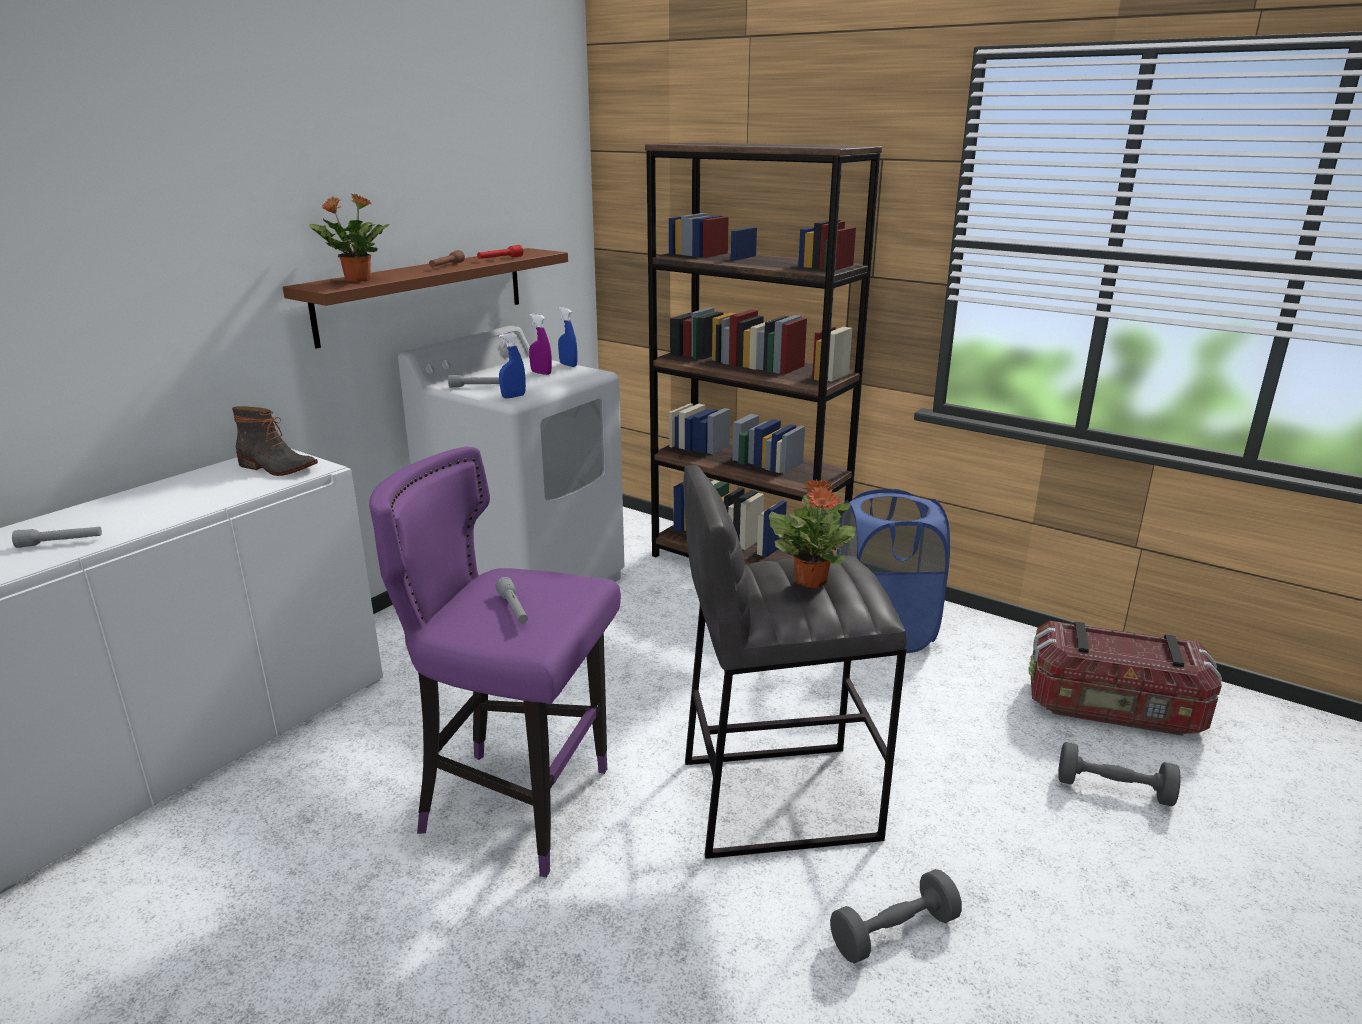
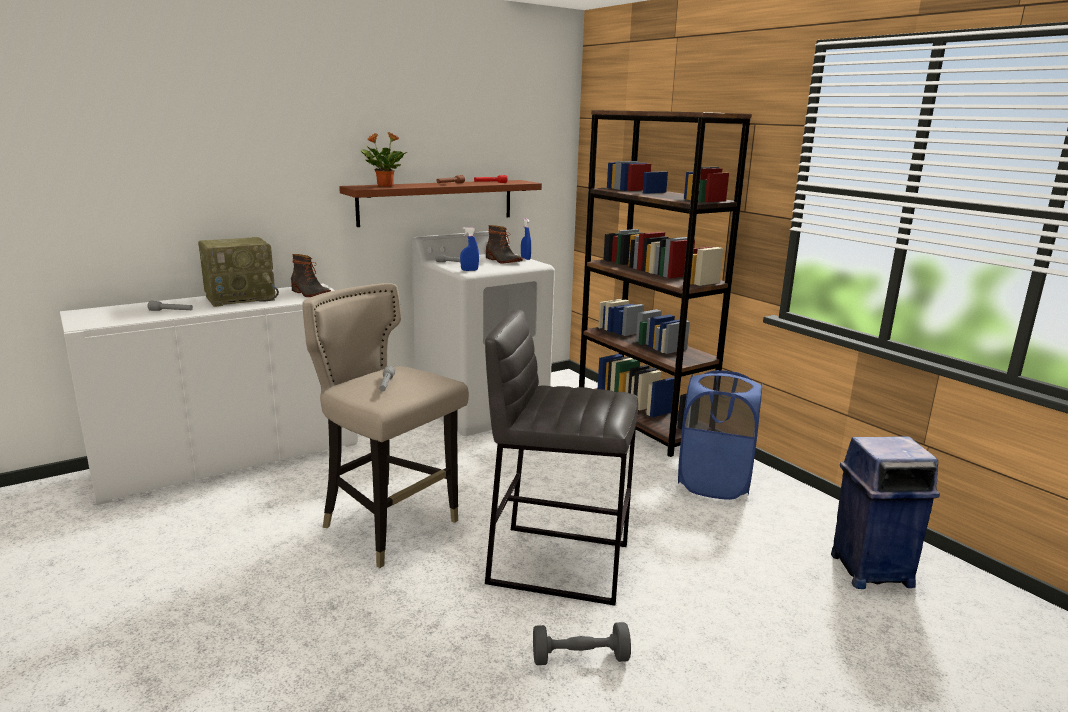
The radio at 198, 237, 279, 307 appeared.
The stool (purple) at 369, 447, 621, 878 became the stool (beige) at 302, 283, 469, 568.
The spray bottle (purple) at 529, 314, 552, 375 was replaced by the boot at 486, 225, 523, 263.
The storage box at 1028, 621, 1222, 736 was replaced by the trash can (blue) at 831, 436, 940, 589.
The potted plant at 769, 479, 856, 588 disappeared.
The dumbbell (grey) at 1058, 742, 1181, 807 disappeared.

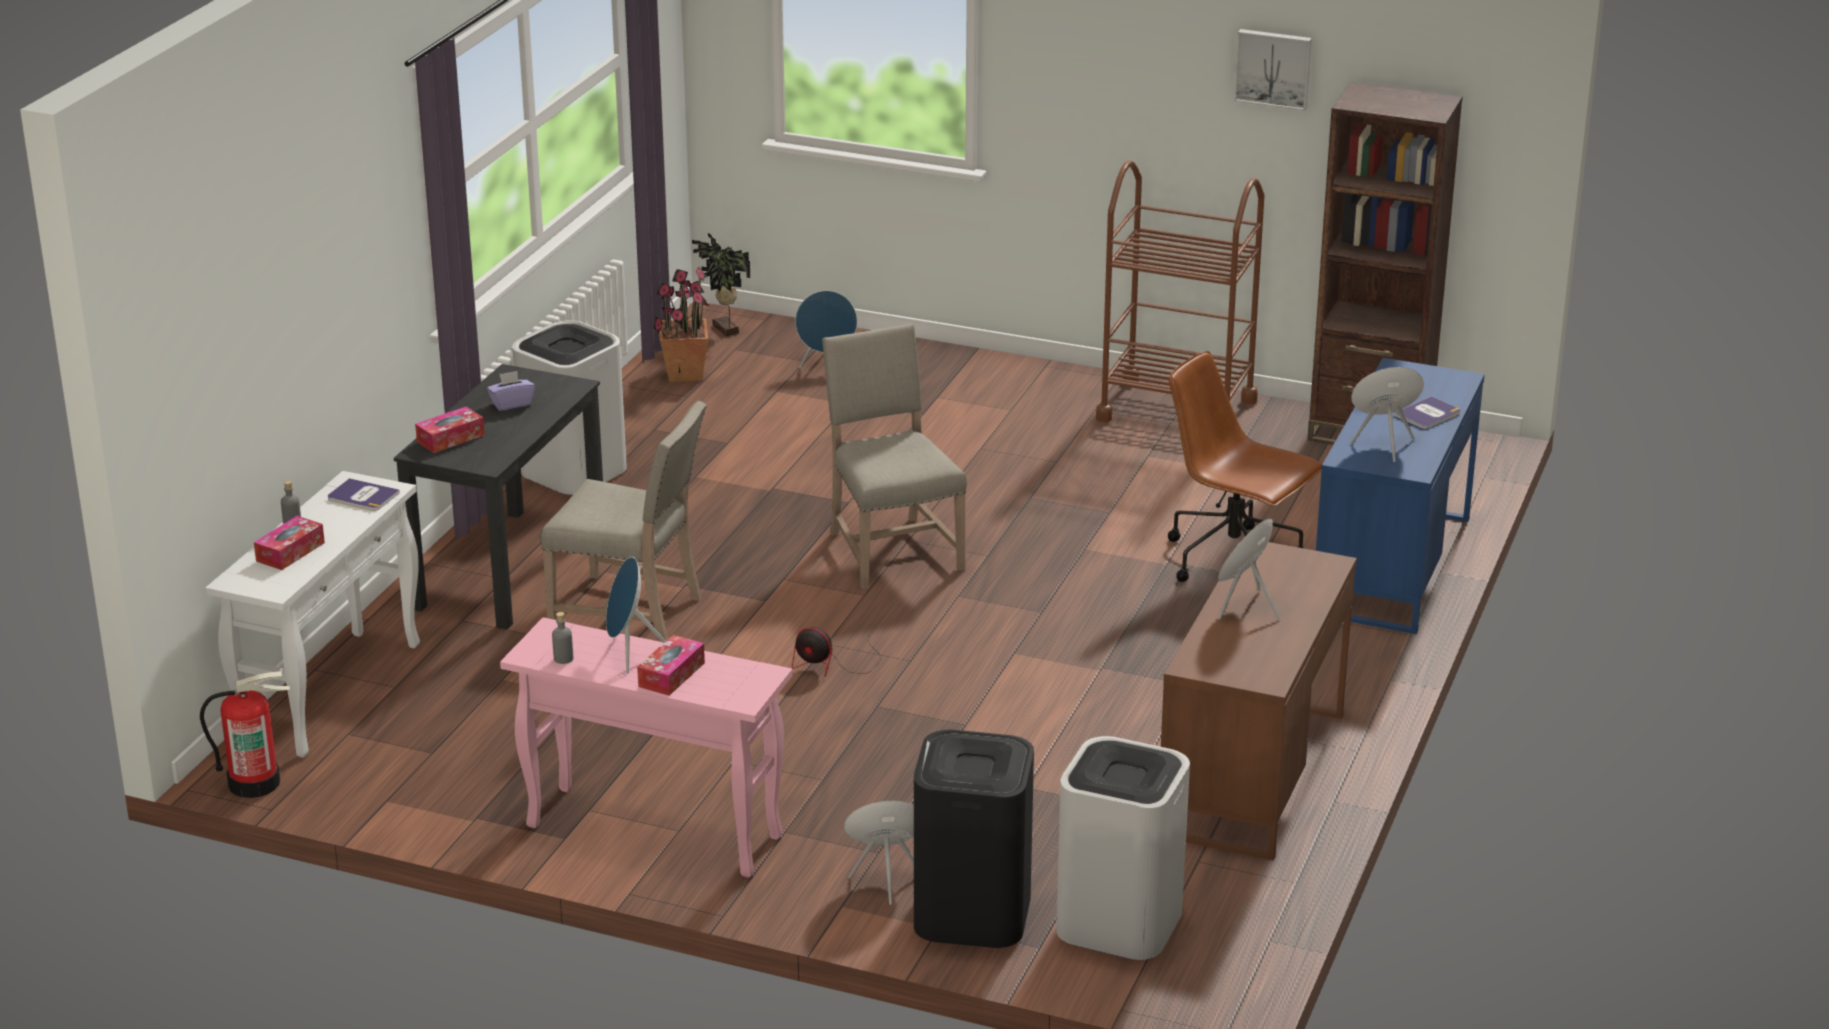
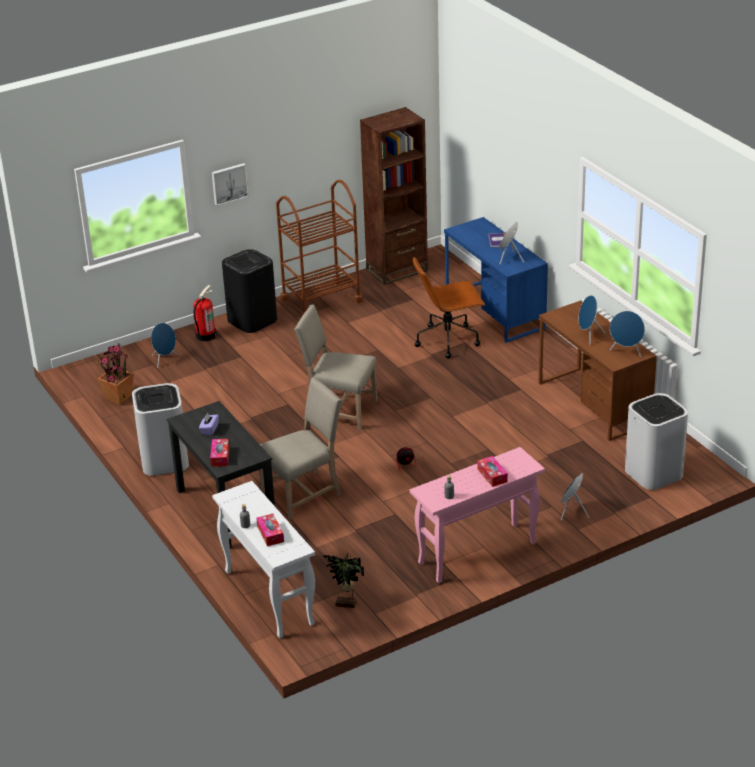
The fire extinguisher moved from 200, 671, 290, 798 to 193, 285, 216, 341.
The picture moved from 1234, 29, 1312, 111 to 212, 163, 249, 206.
The trash can (black) moved from 914, 729, 1034, 948 to 222, 249, 277, 333.
The potted plant moved from 692, 233, 750, 336 to 323, 554, 364, 608.
The speaker (blue) moved from 606, 557, 665, 674 to 610, 311, 645, 357.
The book at 328, 478, 400, 511 disappeared.

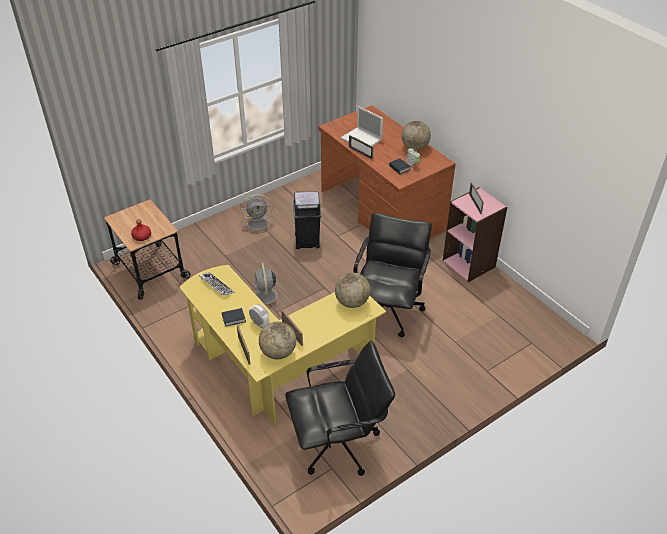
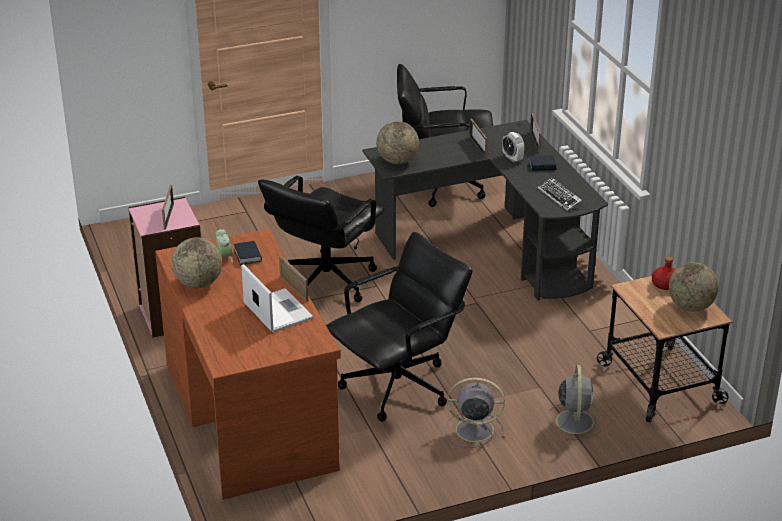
The trash can (blue) at 293, 191, 322, 249 was replaced by the office chair (black) at 326, 232, 472, 422.
The desk (yellow) at 179, 265, 386, 423 became the desk (black) at 362, 120, 608, 301.
The fan (grey) moved from 251, 262, 284, 308 to 547, 365, 602, 440.
The globe moved from 259, 322, 296, 359 to 669, 262, 719, 312.

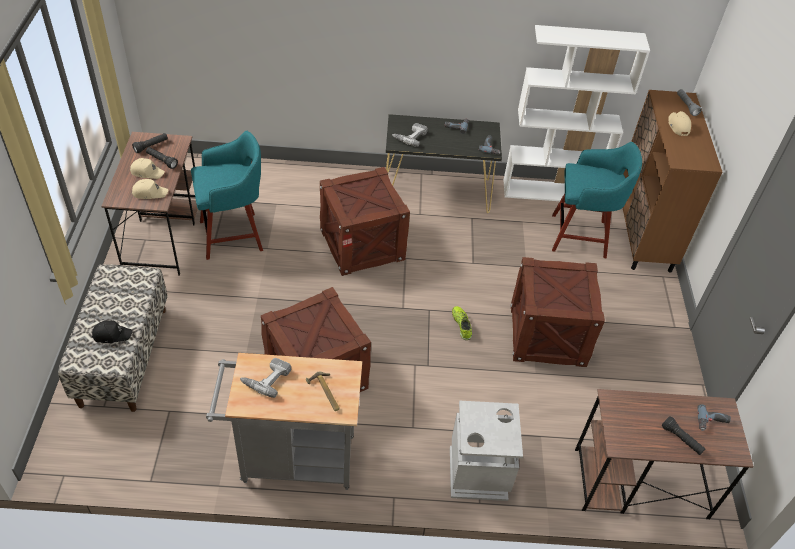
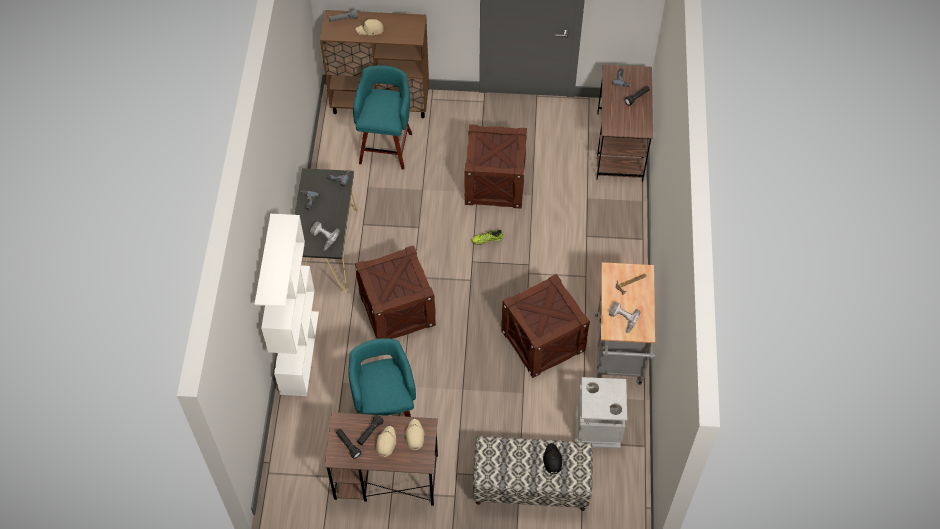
The bookcase (white) moved from 504, 25, 650, 201 to 255, 214, 319, 396.
The trash can (grey) moved from 450, 401, 523, 501 to 577, 377, 627, 448.

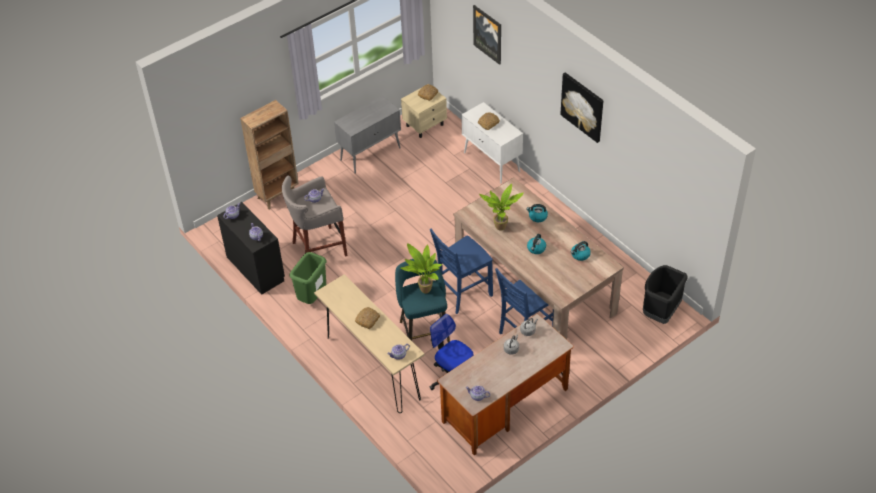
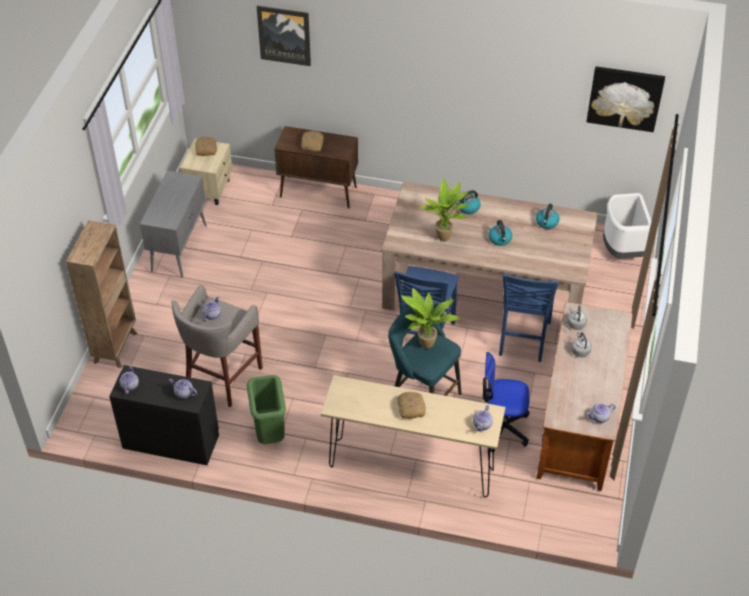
The cabinet (white) at 461, 102, 523, 183 became the cabinet (brown) at 274, 126, 358, 208.
The picture moved from 560, 73, 603, 143 to 586, 66, 665, 132.
The trash can (black) at 643, 265, 687, 324 became the trash can (white) at 603, 193, 651, 258.

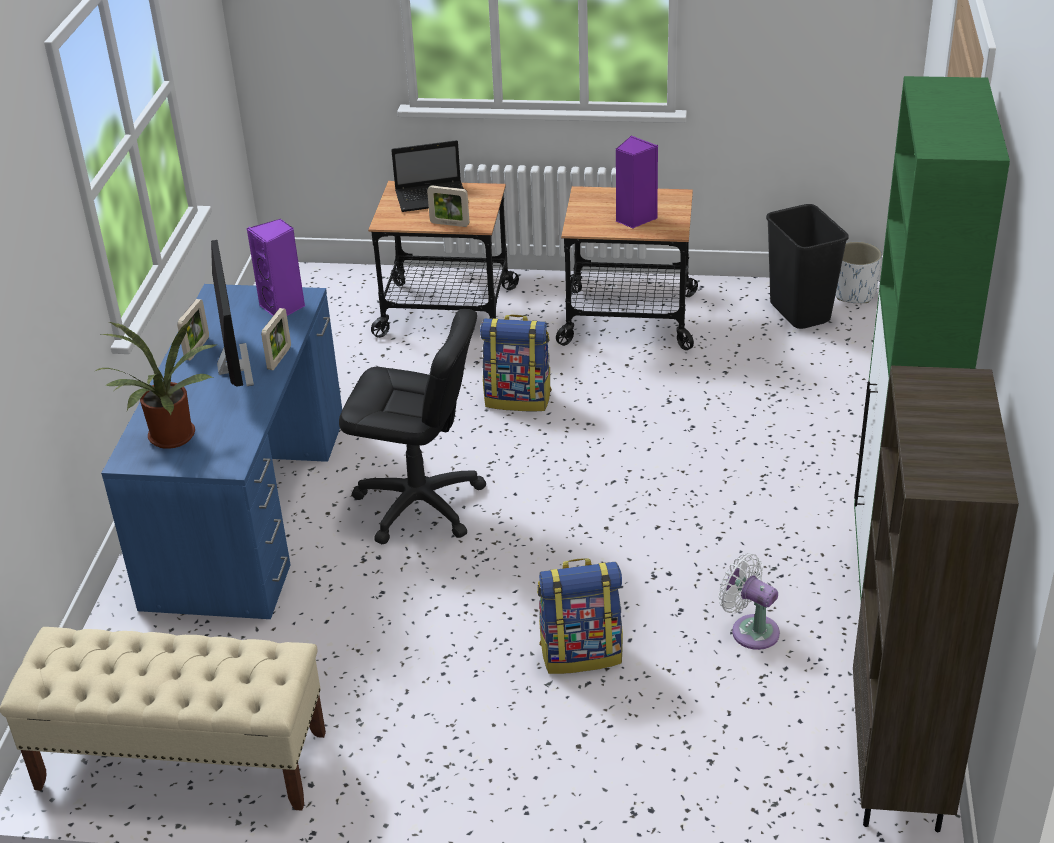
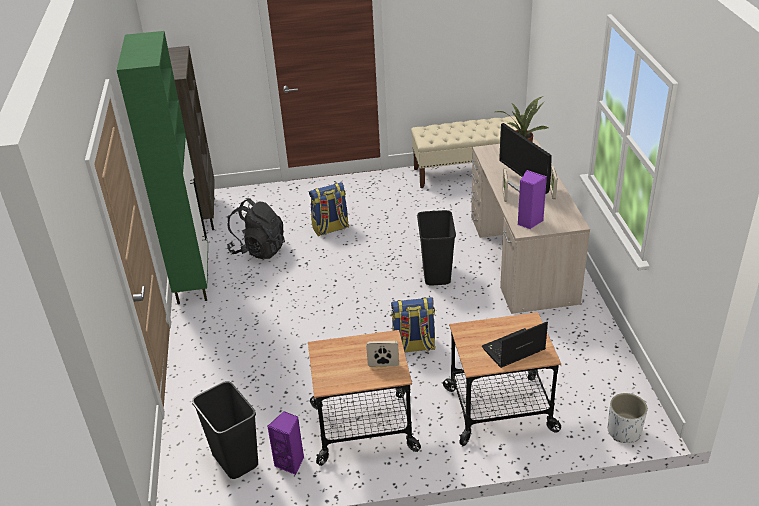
The fan (white) at 718, 553, 780, 650 was replaced by the backpack (black) at 227, 198, 285, 259.
The speaker (purple) moved from 616, 136, 658, 228 to 267, 411, 304, 475.
The picture frame moved from 427, 186, 469, 227 to 366, 341, 399, 367.
The office chair (black) at 339, 309, 486, 544 was replaced by the trash can (black) at 417, 210, 456, 286.
The desk (blue) at 101, 284, 342, 619 became the desk (beige) at 471, 139, 590, 314.
The planter (white) moved from 835, 242, 882, 303 to 607, 393, 648, 443.

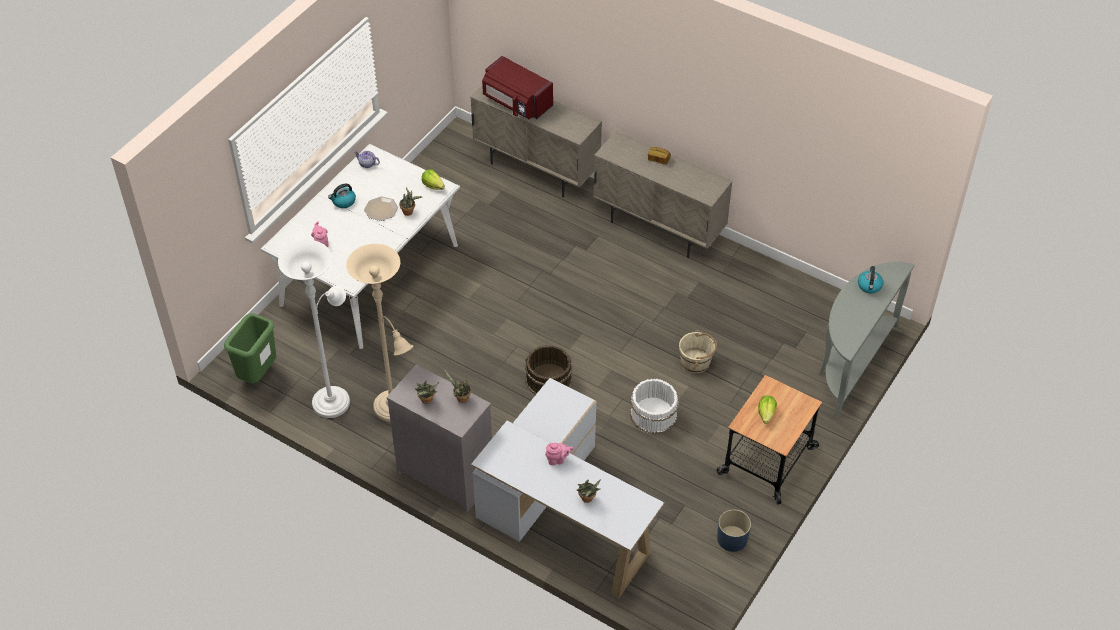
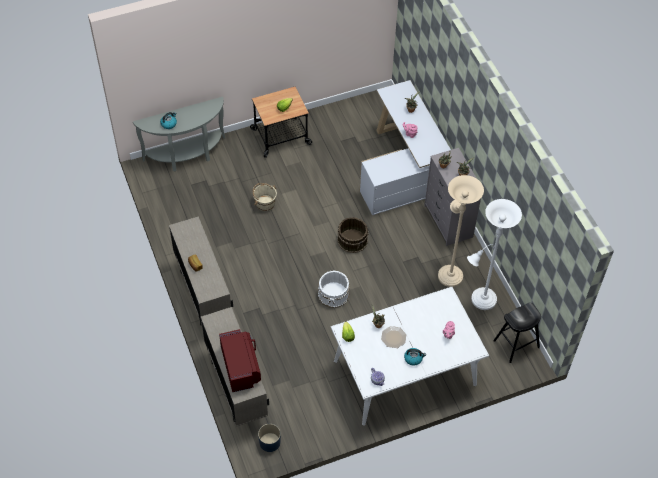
The planter (blue) moved from 717, 509, 751, 552 to 258, 424, 281, 452.
The bucket (white) moved from 630, 379, 678, 434 to 318, 271, 350, 308.
The trash can (green) at 224, 313, 276, 383 was replaced by the stool (black) at 493, 302, 541, 363.

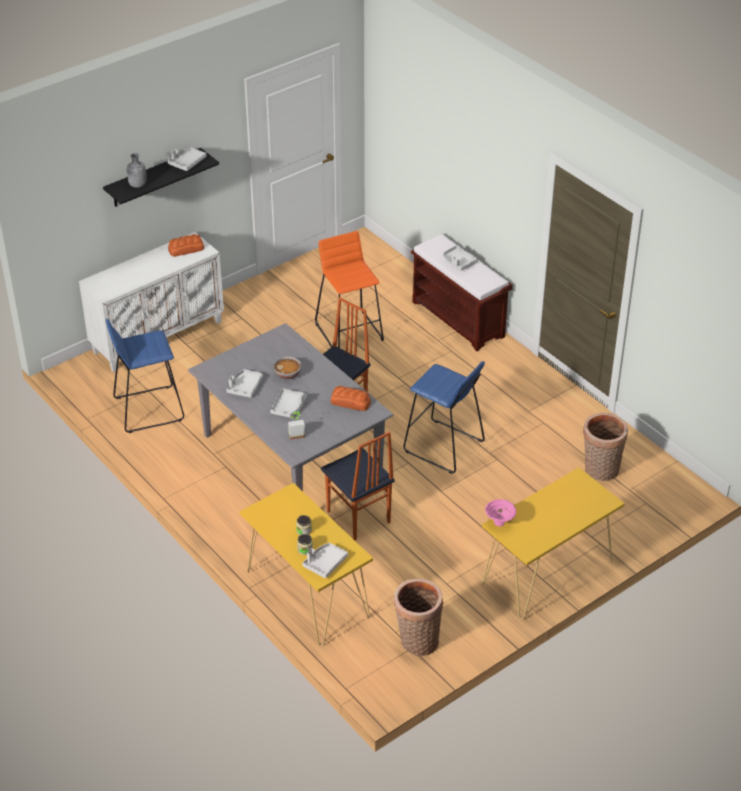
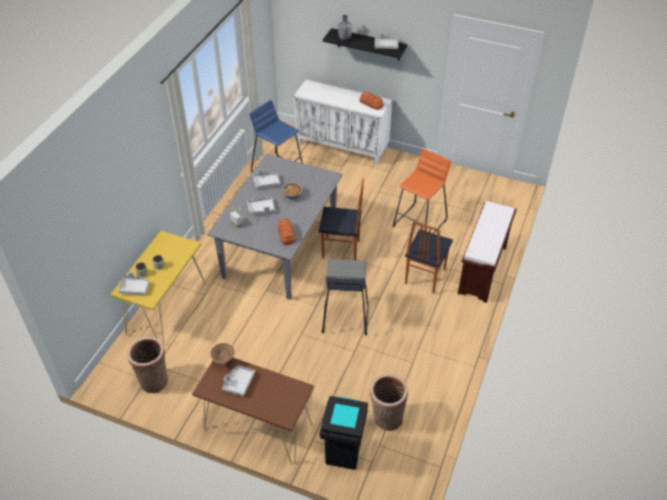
The console table (yellow) at 482, 467, 625, 620 became the console table (brown) at 192, 358, 314, 464.
The bowl (pink) at 485, 499, 516, 527 became the bowl (brown) at 210, 343, 234, 365.
The tray (grey) moved from 443, 245, 478, 271 to 222, 365, 255, 396.
The trash can (black) at 320, 396, 368, 470 appeared.
The stool (blue) at 403, 361, 485, 474 became the stool (grey) at 322, 259, 368, 336.
The chair moved from 321, 431, 395, 540 to 405, 221, 453, 294.

